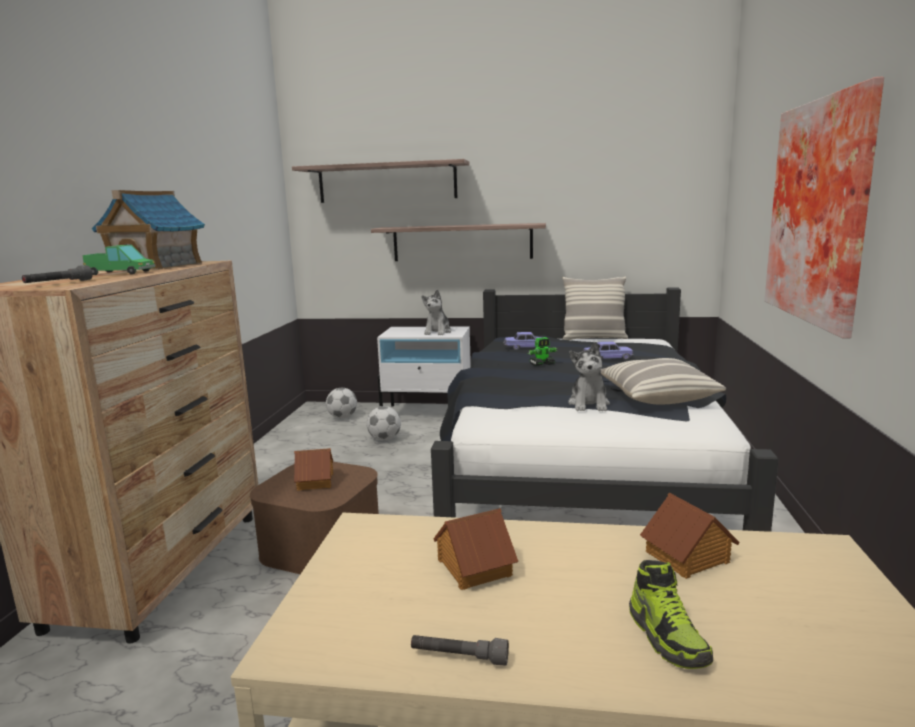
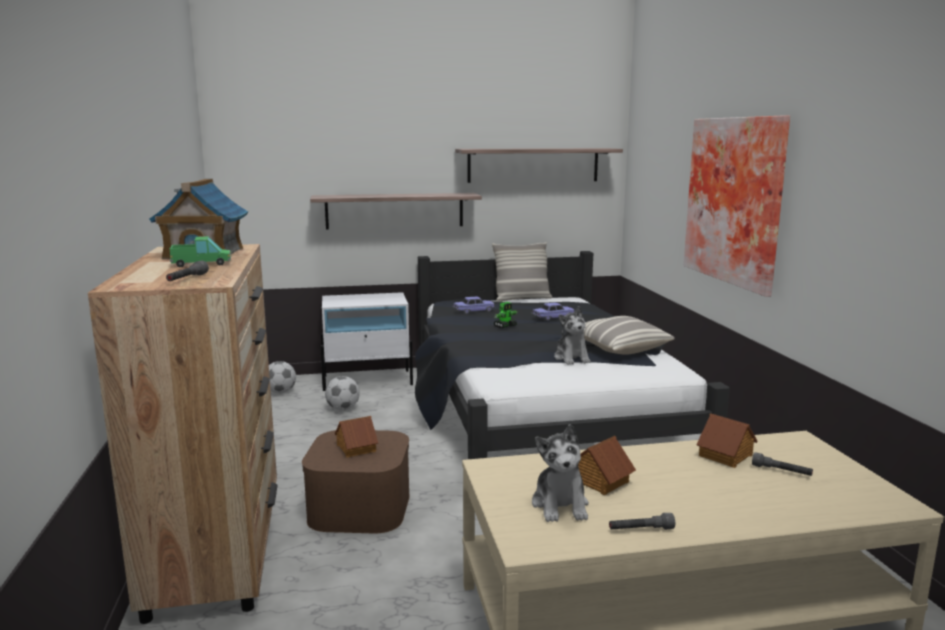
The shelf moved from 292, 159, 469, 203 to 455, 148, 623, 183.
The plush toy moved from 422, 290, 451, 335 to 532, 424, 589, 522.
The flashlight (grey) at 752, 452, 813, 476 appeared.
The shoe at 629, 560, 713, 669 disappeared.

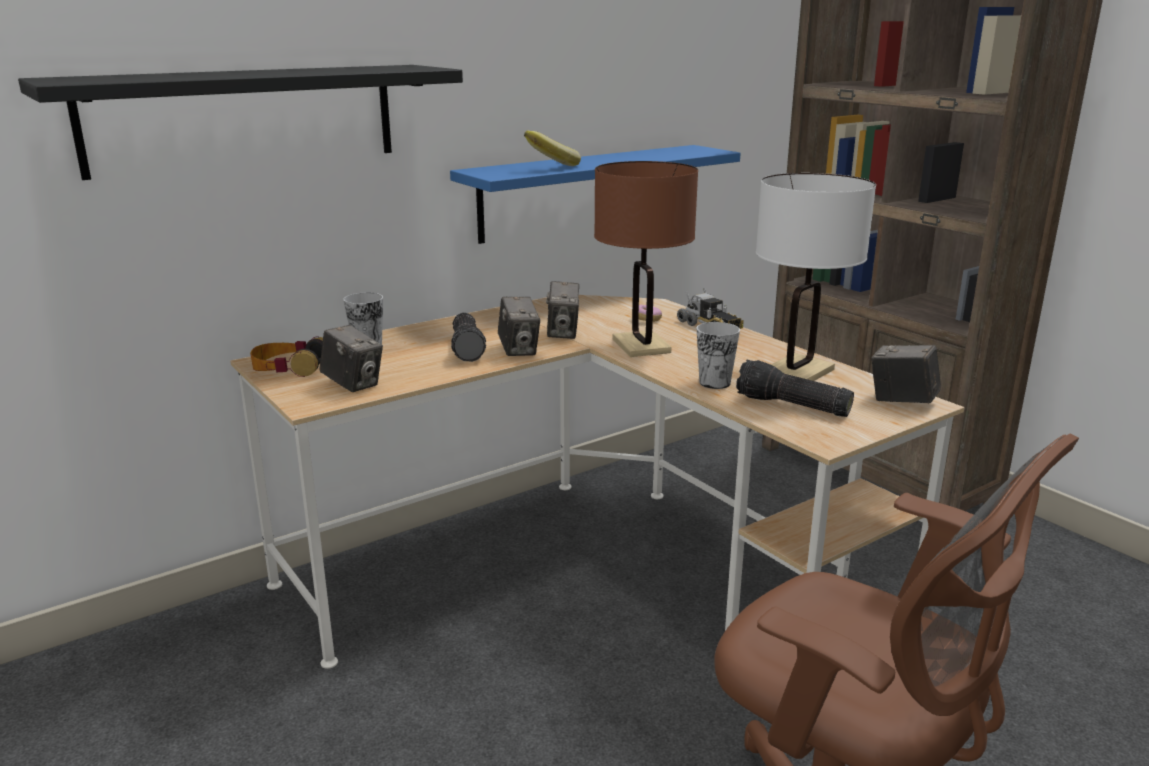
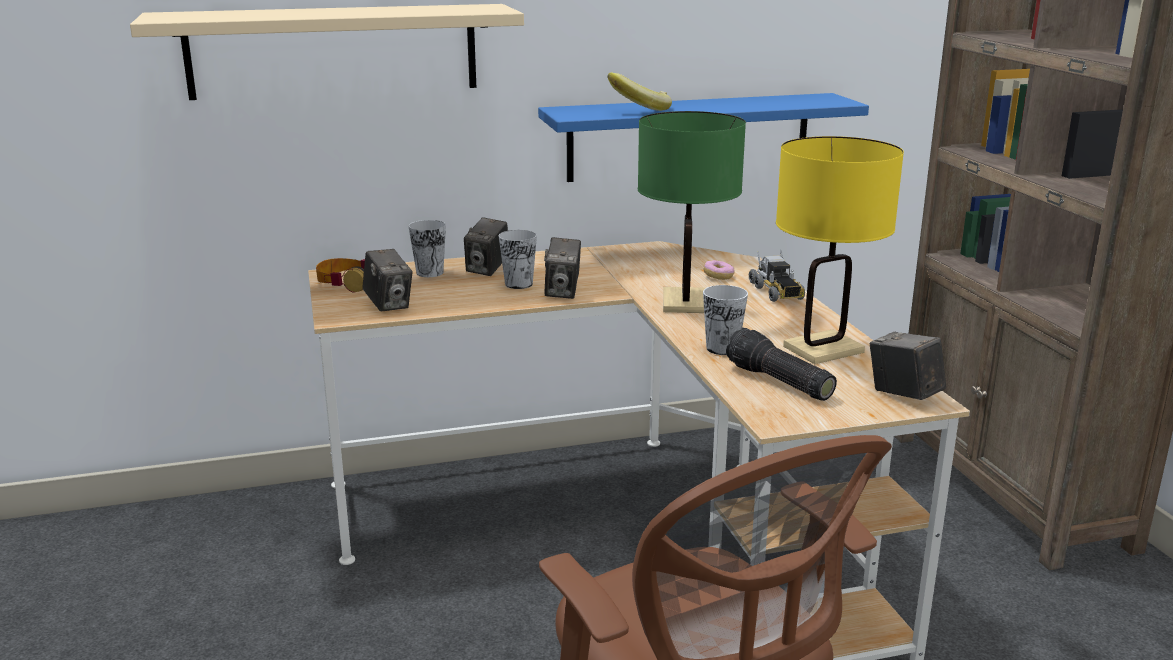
The shelf (black) at 18, 65, 463, 180 became the shelf (beige) at 130, 4, 524, 100.
The photo camera moved from 546, 281, 579, 339 to 464, 217, 508, 276.
The flashlight at 451, 312, 486, 362 was replaced by the cup at 498, 230, 537, 289.
The table lamp (brown) at 594, 161, 698, 357 became the table lamp (green) at 638, 111, 746, 313.
The table lamp (white) at 756, 173, 876, 381 became the table lamp (yellow) at 776, 136, 904, 364.

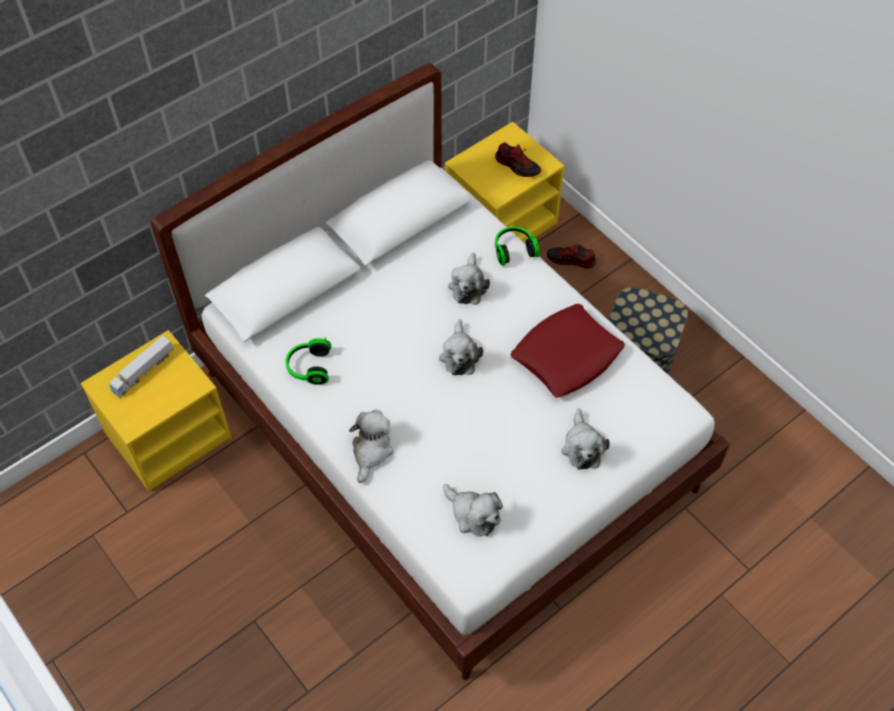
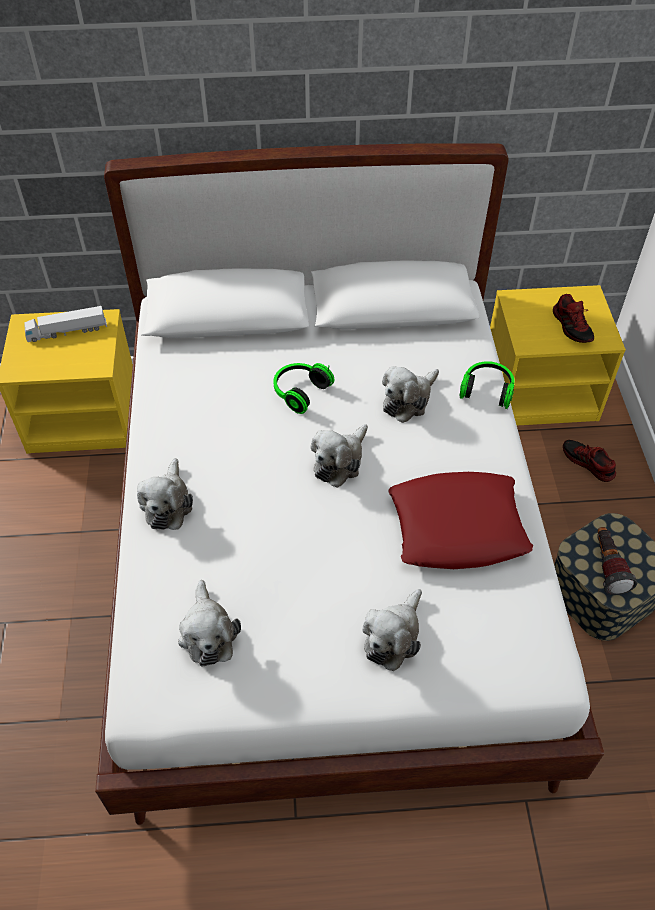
The plush toy at 349, 410, 394, 483 turned 135 degrees clockwise.
The headphones moved from 285, 337, 331, 385 to 273, 363, 334, 414.
The flashlight at 597, 527, 638, 595 appeared.

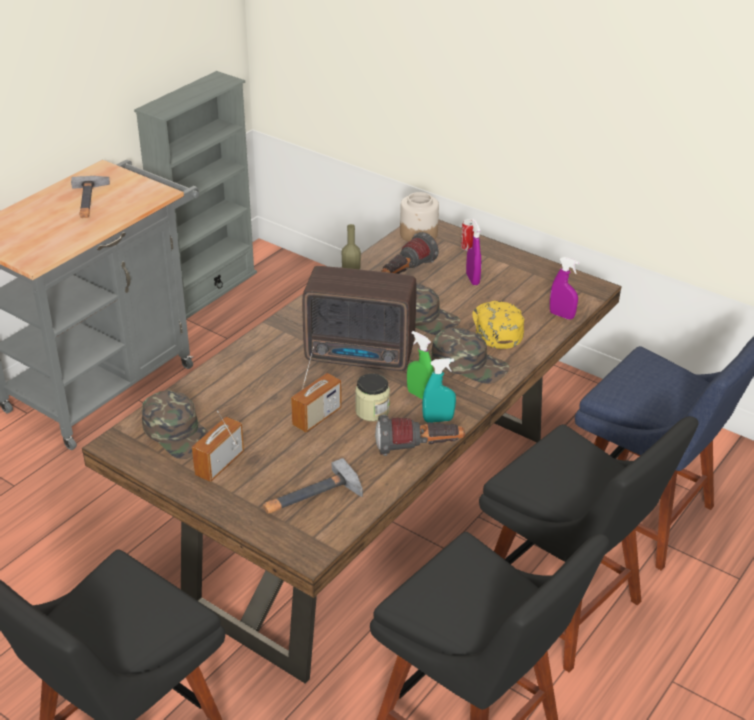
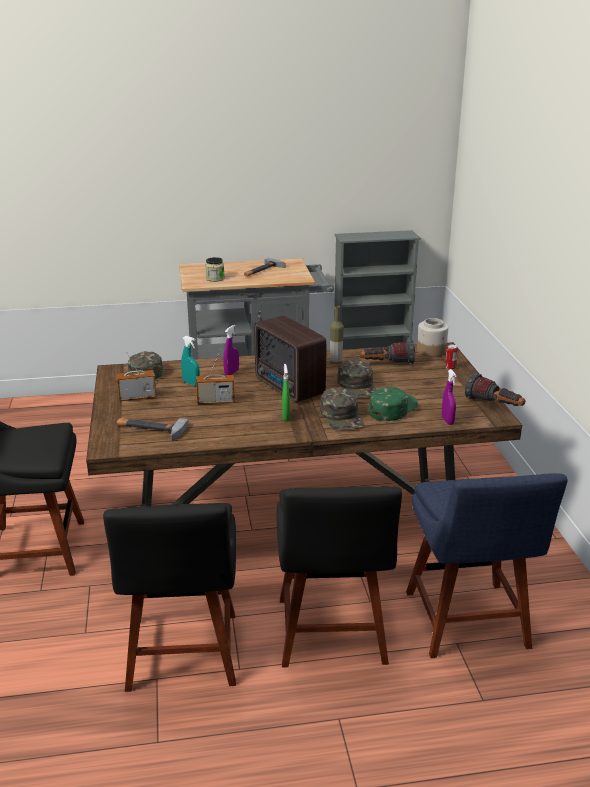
The spray bottle (turquoise) moved from 422, 358, 456, 423 to 181, 336, 200, 386.
The jar moved from 355, 373, 390, 421 to 205, 257, 225, 282.
The spray bottle (purple) moved from 466, 219, 481, 285 to 223, 325, 239, 375.
The cap (yellow) at 472, 301, 524, 349 became the cap (green) at 369, 387, 418, 421.
The flashlight moved from 375, 415, 465, 456 to 465, 373, 526, 406.

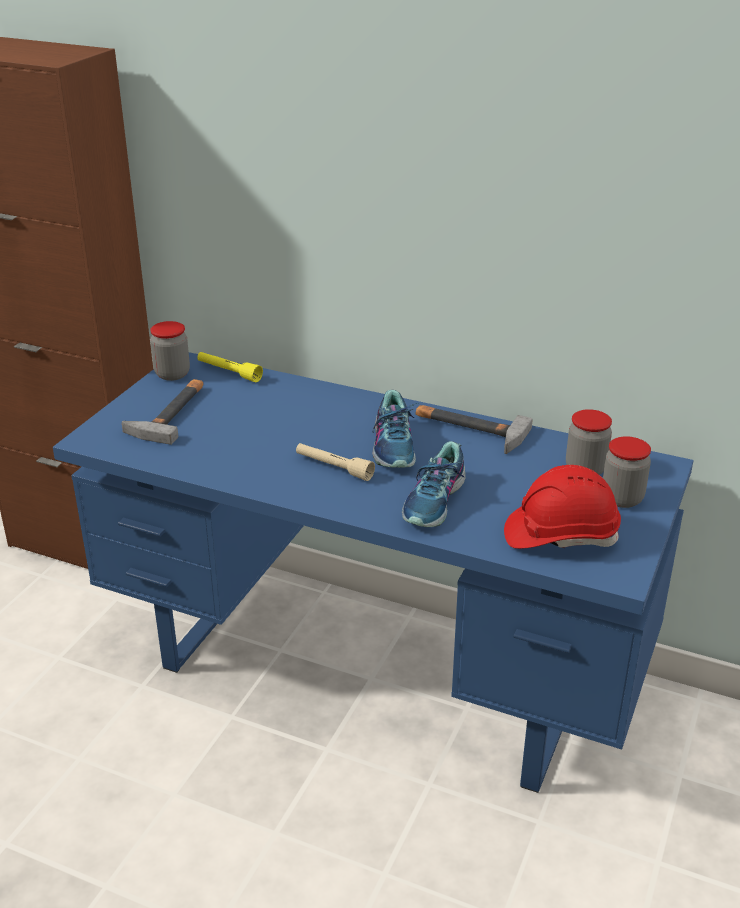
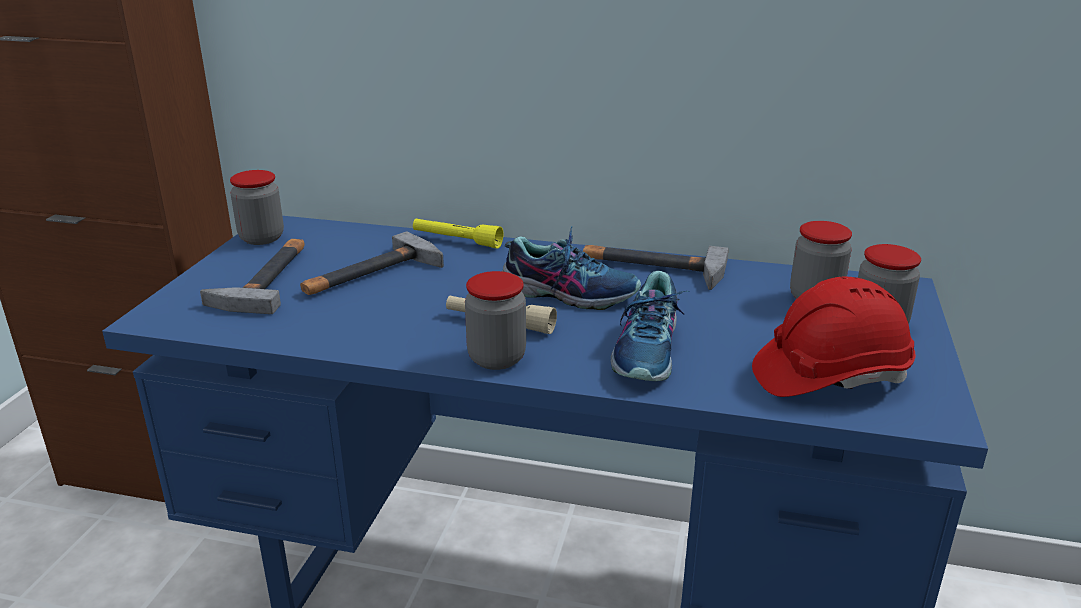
The hammer at 300, 232, 444, 295 appeared.
The flashlight (yellow) moved from 197, 352, 263, 382 to 413, 219, 504, 249.
The jar at 465, 271, 526, 370 appeared.
The shoe at 372, 390, 419, 468 turned 60 degrees counterclockwise.

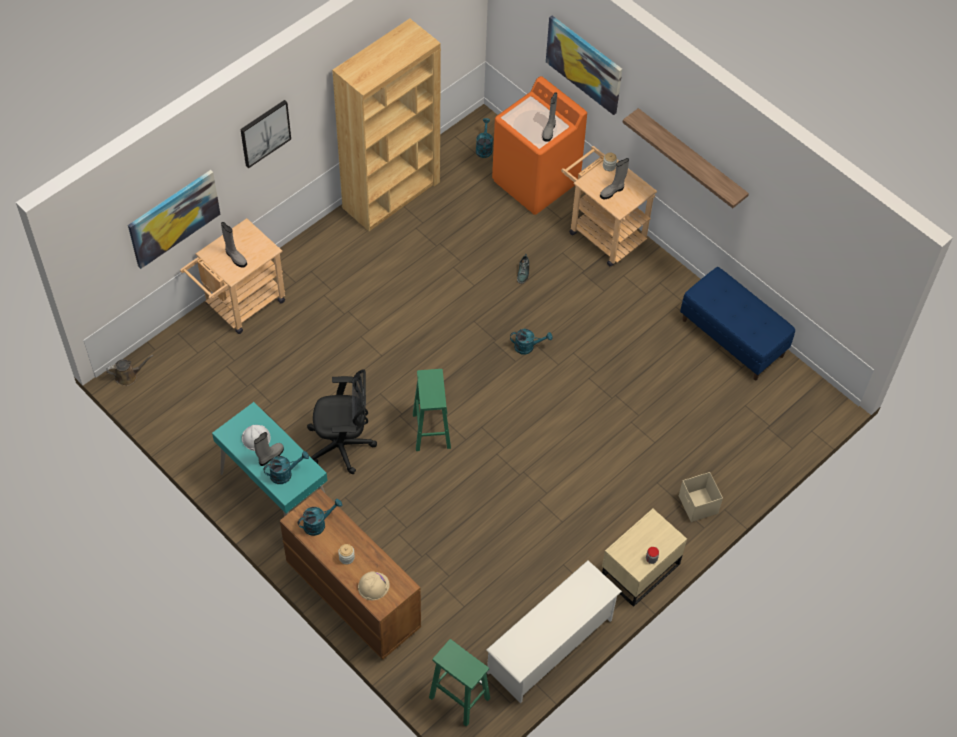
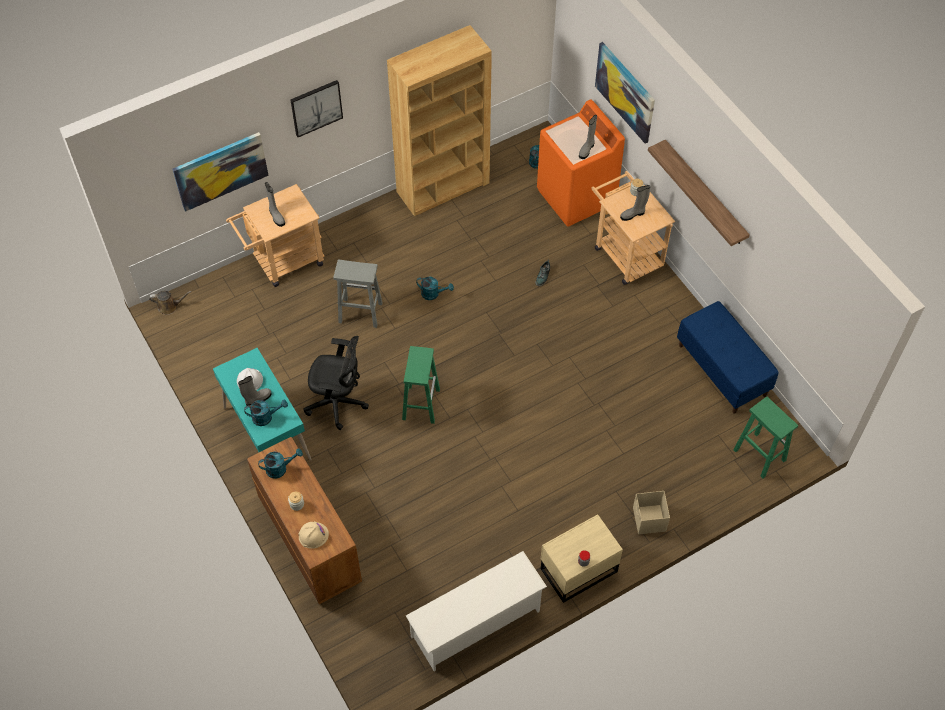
The stool (grey) at 333, 260, 383, 328 appeared.
The watering can (turquoise) moved from 510, 329, 553, 355 to 416, 277, 454, 300.
The stool (green) moved from 429, 639, 490, 727 to 734, 397, 798, 478.

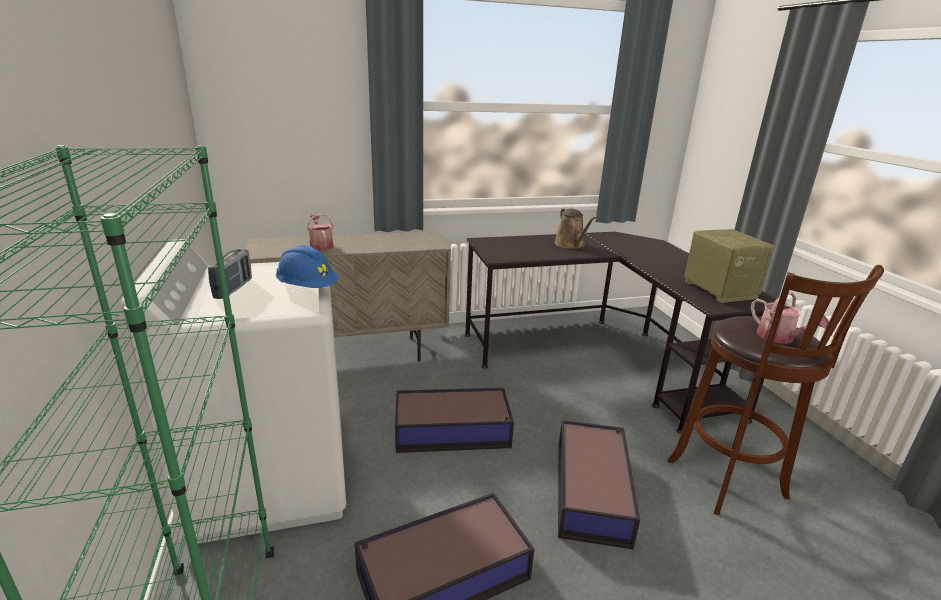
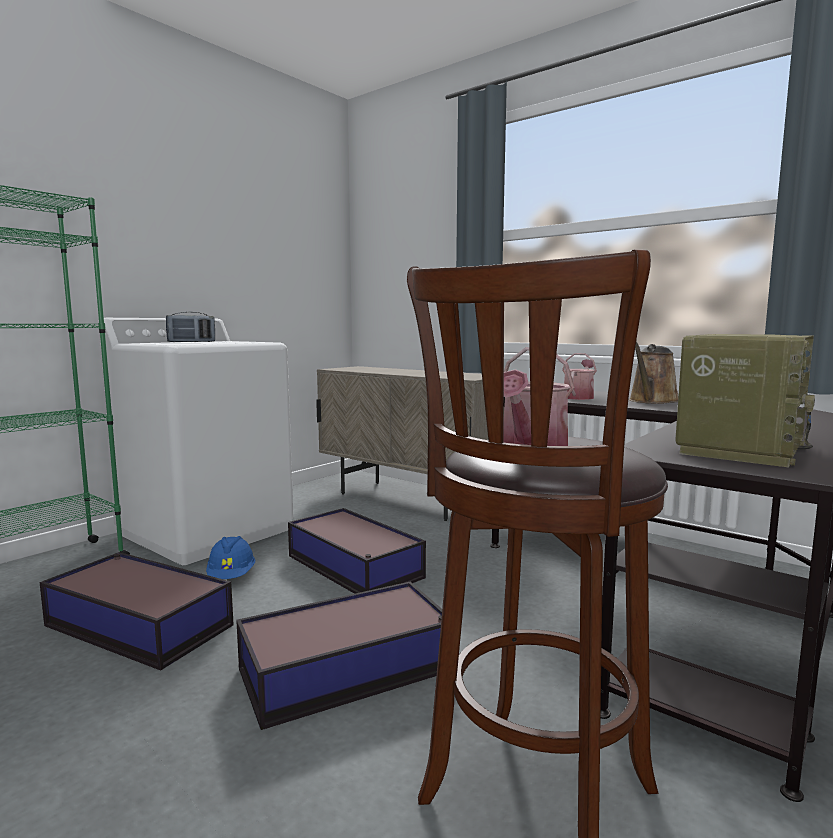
The hard hat (blue) moved from 276, 245, 339, 288 to 206, 536, 255, 579.
The watering can moved from 307, 214, 333, 251 to 562, 353, 597, 400.

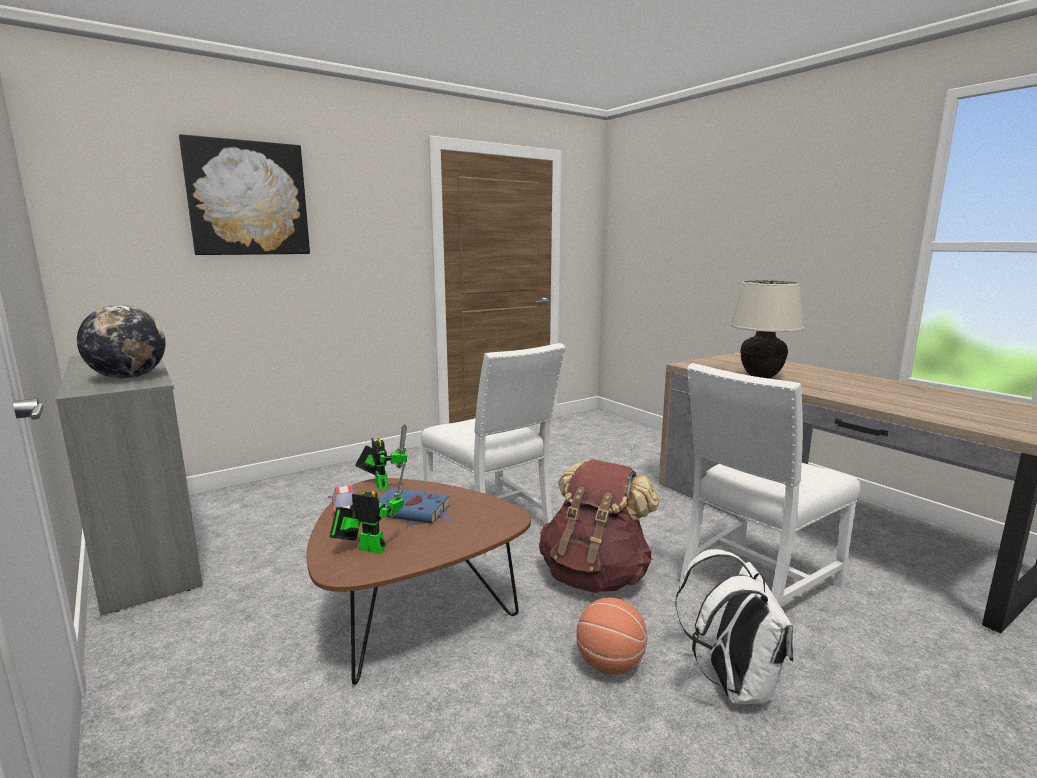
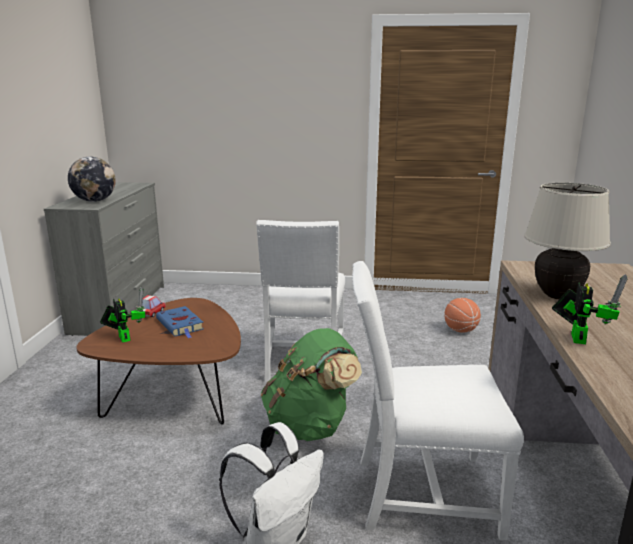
The backpack (brown) at 539, 459, 660, 593 became the backpack (green) at 261, 328, 362, 441.
The basketball moved from 576, 598, 647, 675 to 444, 298, 481, 333.
The toy robot moved from 355, 424, 407, 490 to 552, 274, 628, 344.
The picture at 179, 134, 310, 255 disappeared.

